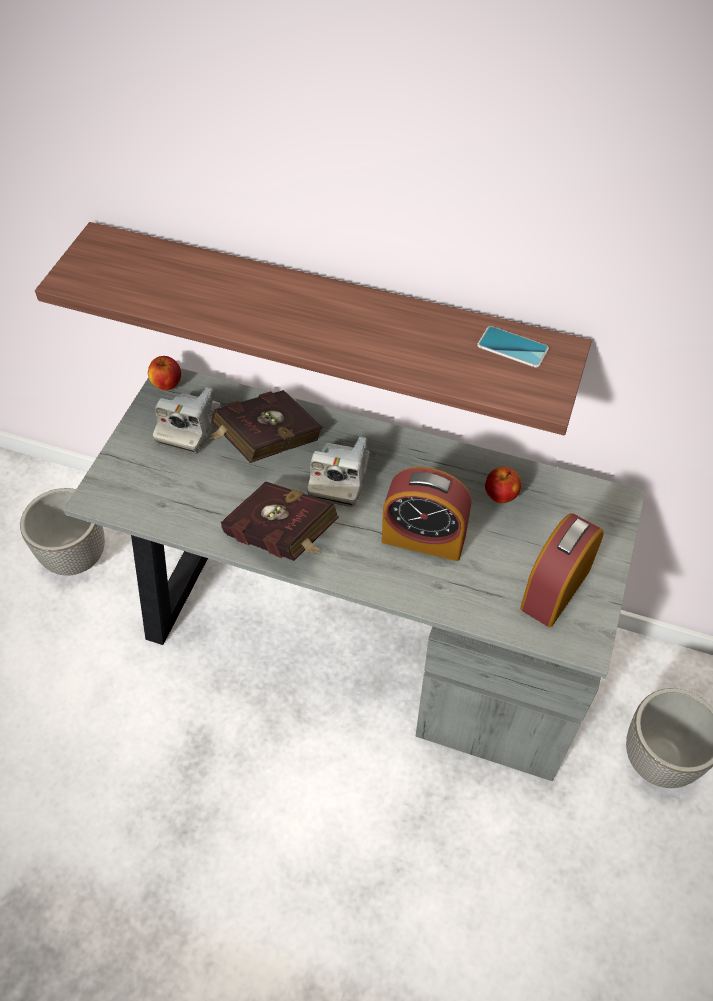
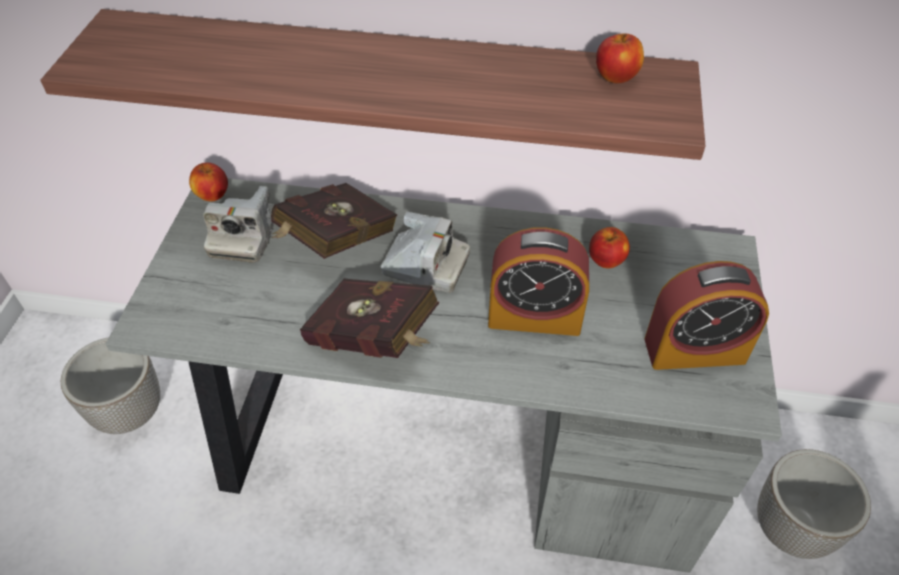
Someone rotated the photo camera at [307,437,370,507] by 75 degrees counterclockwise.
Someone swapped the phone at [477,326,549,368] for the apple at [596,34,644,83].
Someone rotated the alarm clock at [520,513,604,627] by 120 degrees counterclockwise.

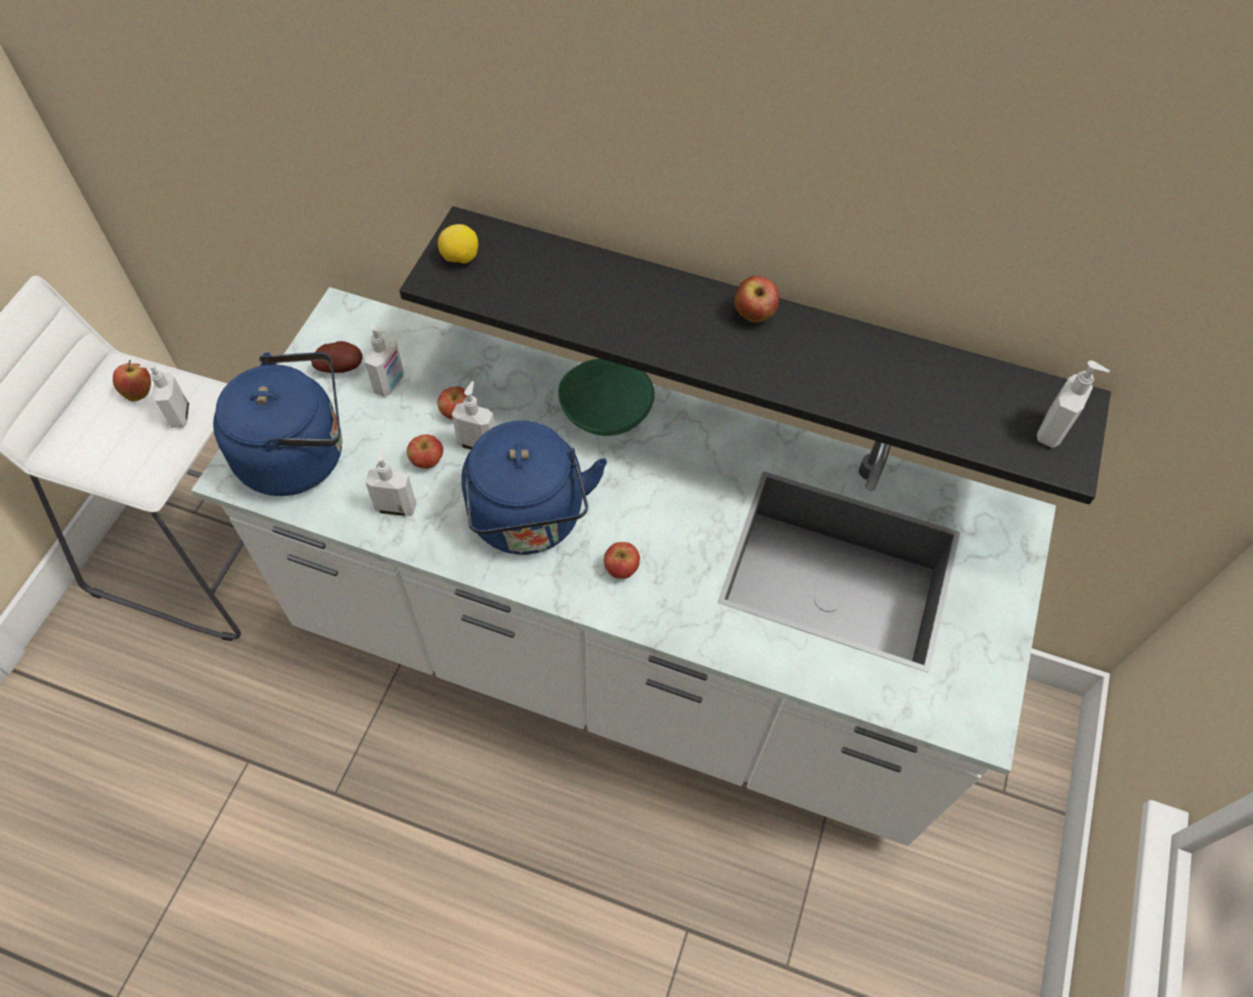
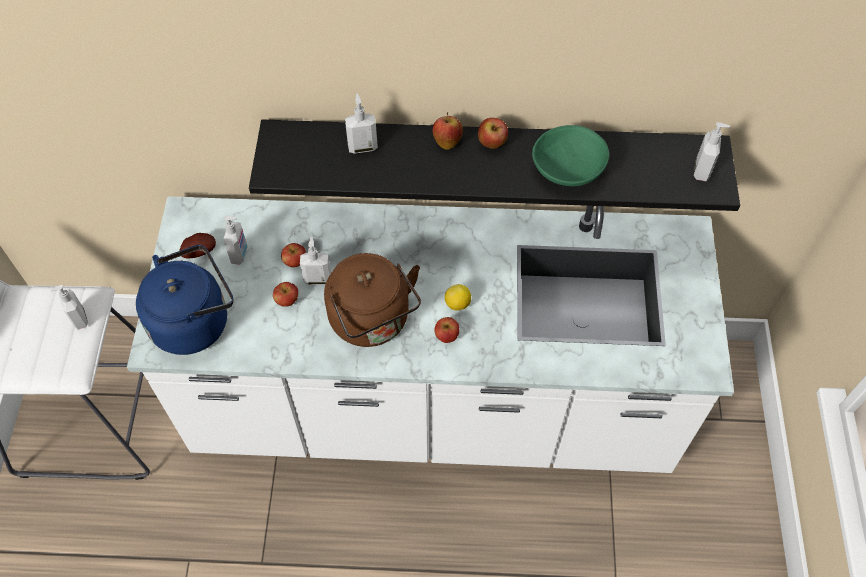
Someone repainted the kettle/blue at [462,421,607,555], which became the kettle/brown at [324,253,421,347].
Someone carried the soap dispenser from [365,446,416,517] to [345,94,378,154].
Someone carried the apple from [113,360,151,401] to [433,112,463,150].
Someone carried the lemon from [438,224,478,263] to [445,284,471,310].
Someone carried the bowl/green from [558,358,655,436] to [532,125,609,187].

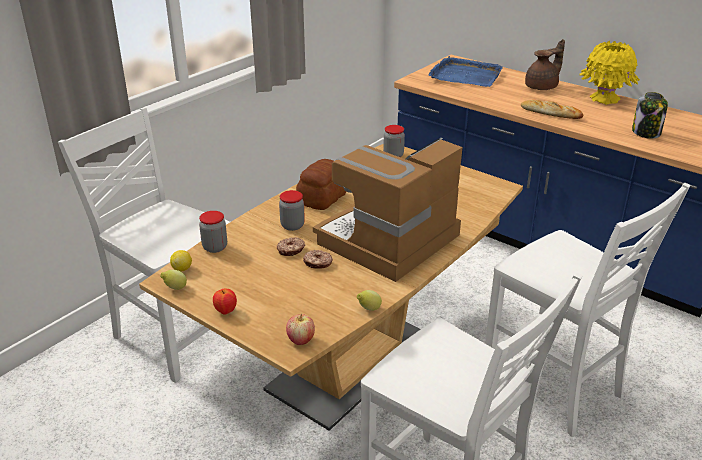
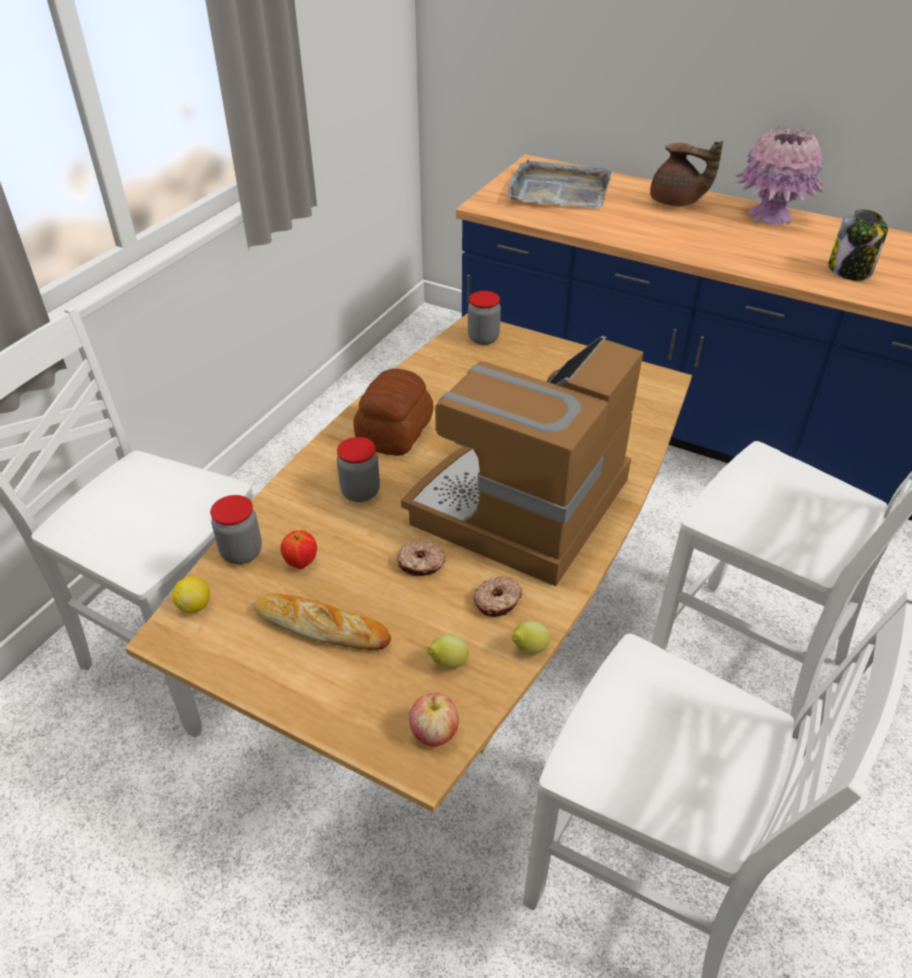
Someone carried the bread from [521,100,583,119] to [254,594,391,650].
Someone carried the apple from [213,289,237,315] to [280,530,317,569].
Someone carried the lemon from [160,270,187,290] to [427,635,469,669].
Someone carried the donut from [277,237,305,256] to [474,576,522,617].
Someone repainted the tray/blue at [429,56,503,87], which became the tray/grey at [507,159,611,208].
Someone rotated the teapot/brown at [525,39,565,90] by 75 degrees clockwise.
Someone repainted the vase/yellow at [579,40,640,105], which became the vase/pink at [735,126,824,226].

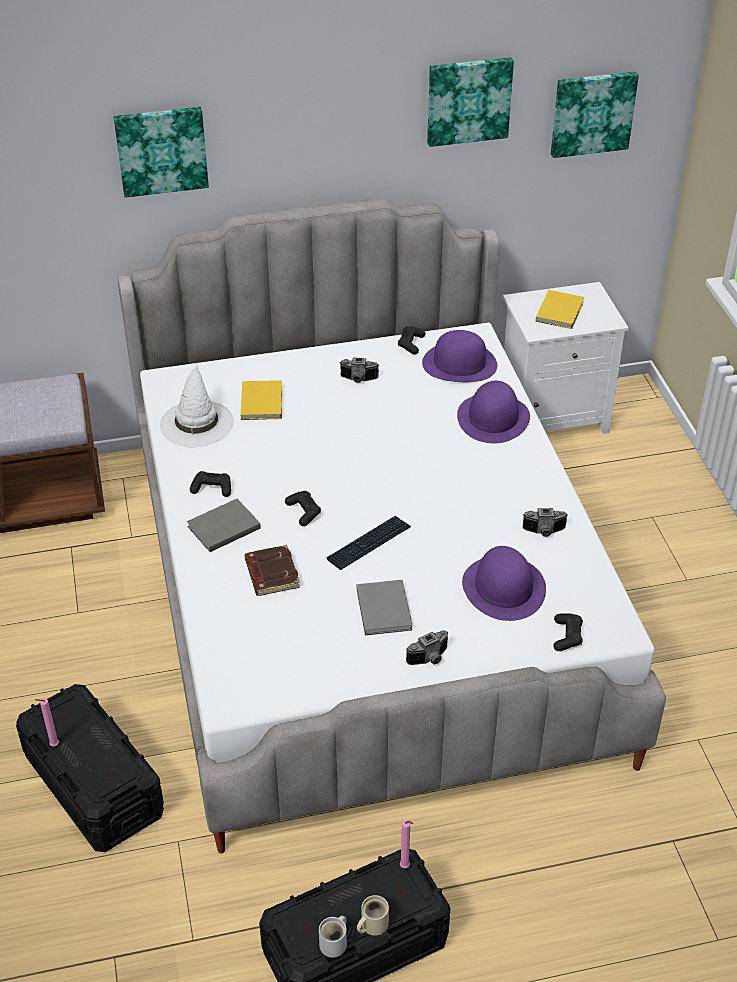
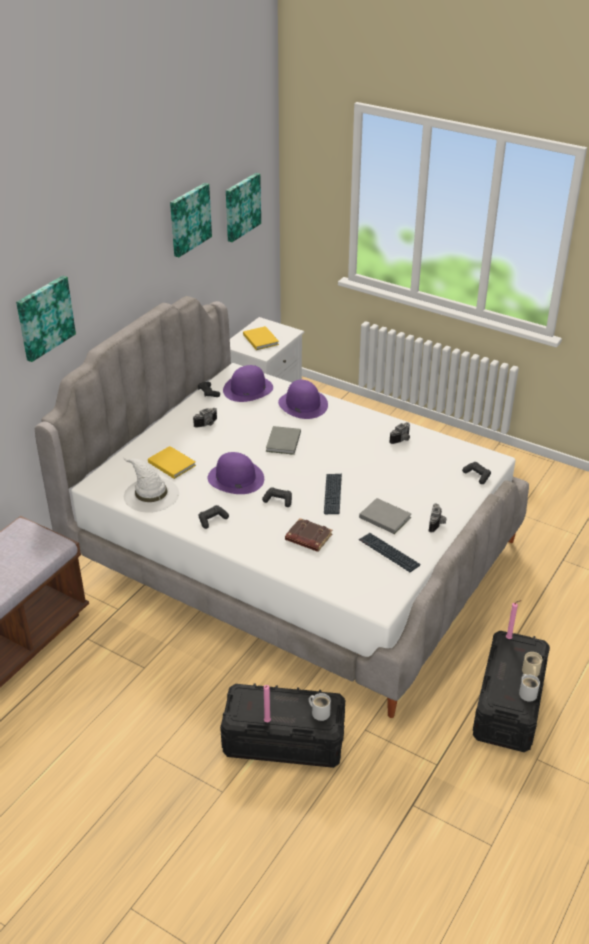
Someone carried the hat/purple from [462,546,546,621] to [208,452,264,494].
Someone carried the book/grey from [187,499,261,552] to [266,426,301,455].
Someone put down the mug/white at [309,693,331,721].
Someone put down the keyboard at [359,533,420,572].

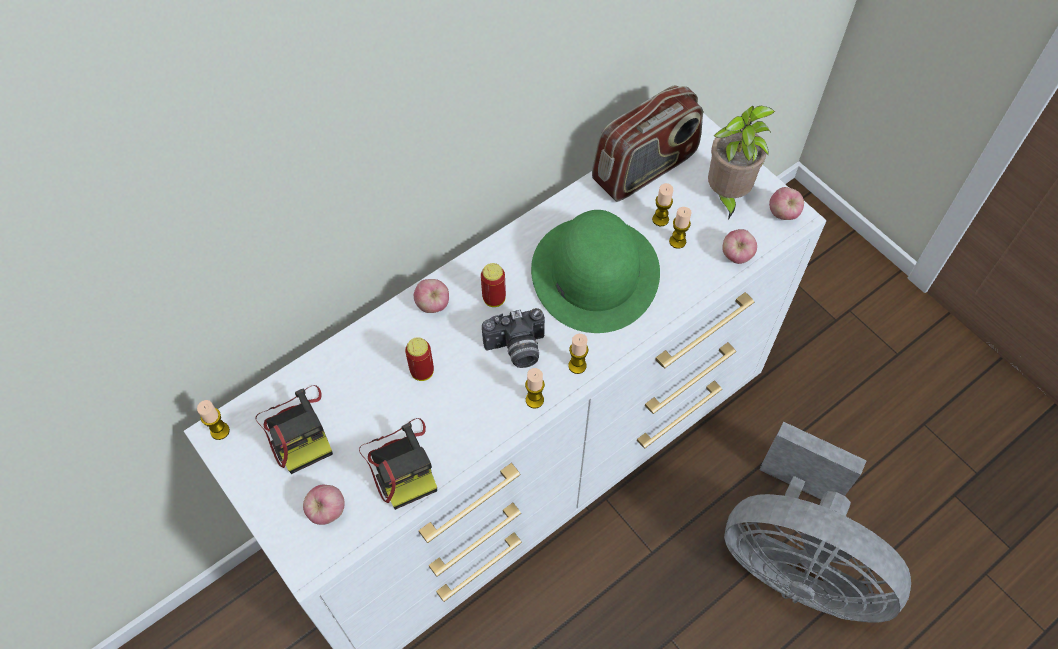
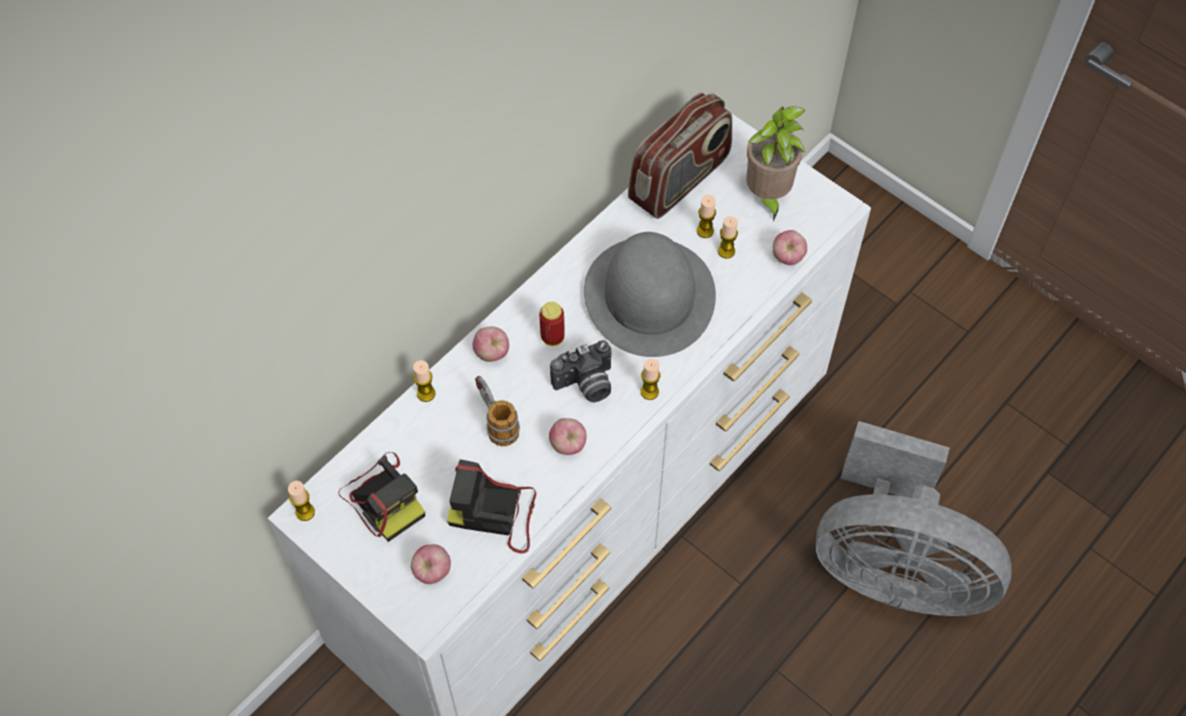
Someone carried the candle from [525,368,545,408] to [413,360,435,402].
Someone rotated the photo camera at [359,418,437,510] by 135 degrees clockwise.
Someone swapped the can at [405,337,434,381] for the mug at [475,376,520,446].
Someone carried the apple from [769,187,804,220] to [549,418,587,455].
Someone repainted the hat/green at [531,210,660,333], which became the hat/grey at [584,232,716,357].

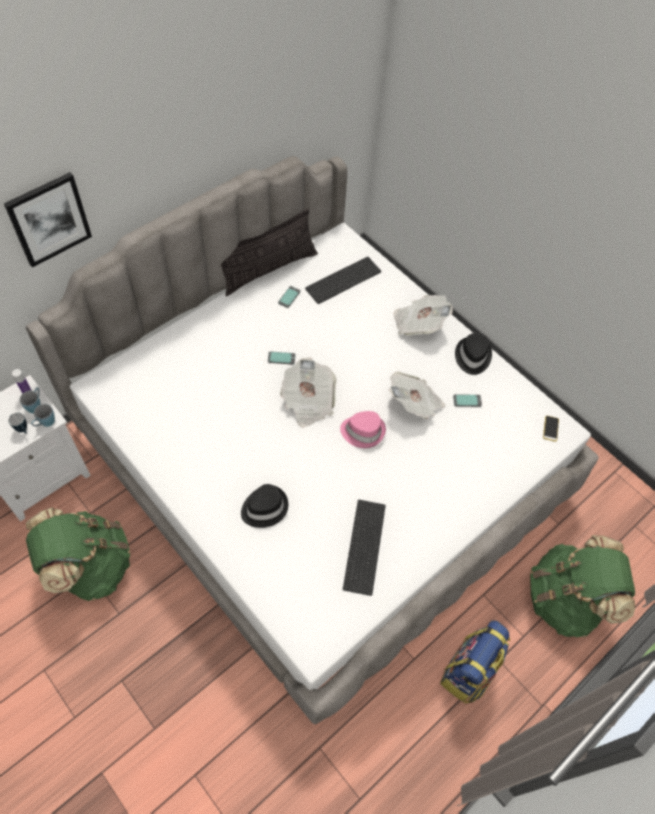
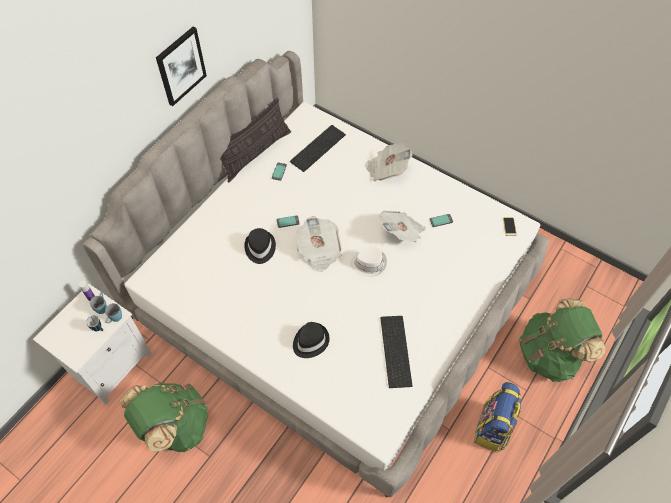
Someone carried the picture from [4,172,92,268] to [156,27,207,106].
Someone carried the hat/black from [455,333,492,375] to [244,228,276,264].
Someone repainted the hat/pink at [340,411,386,448], which became the hat/white at [350,246,387,277].

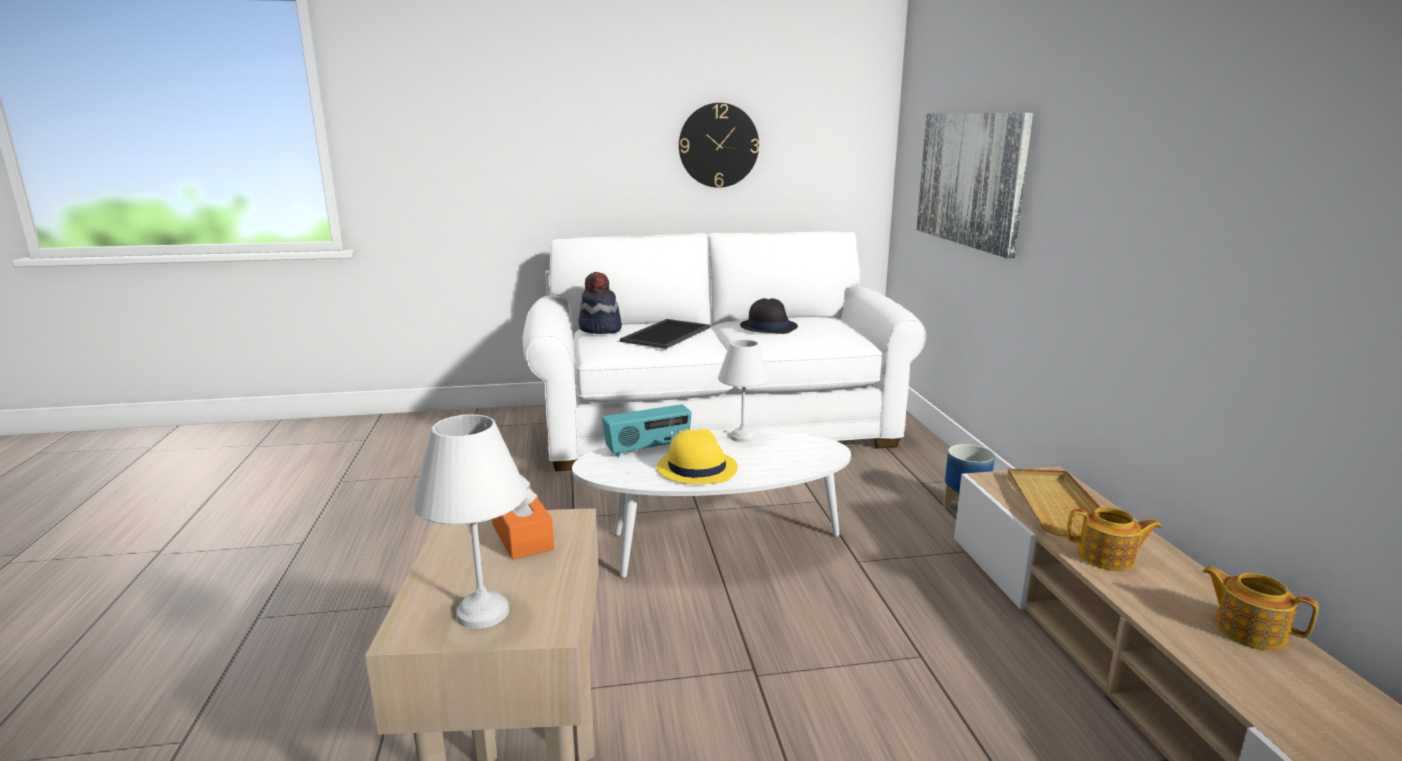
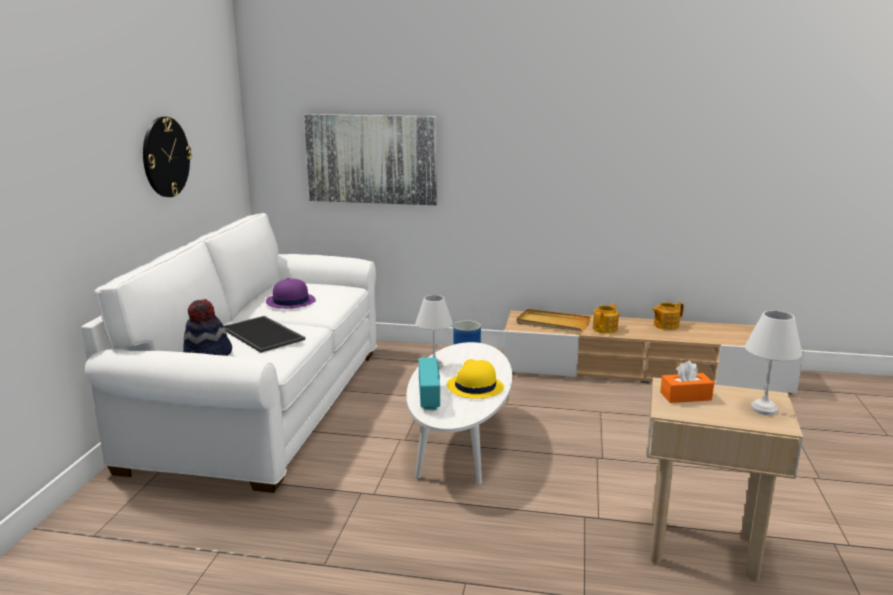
Someone repainted the hat/black at [740,298,798,334], which became the hat/purple at [266,278,316,309].

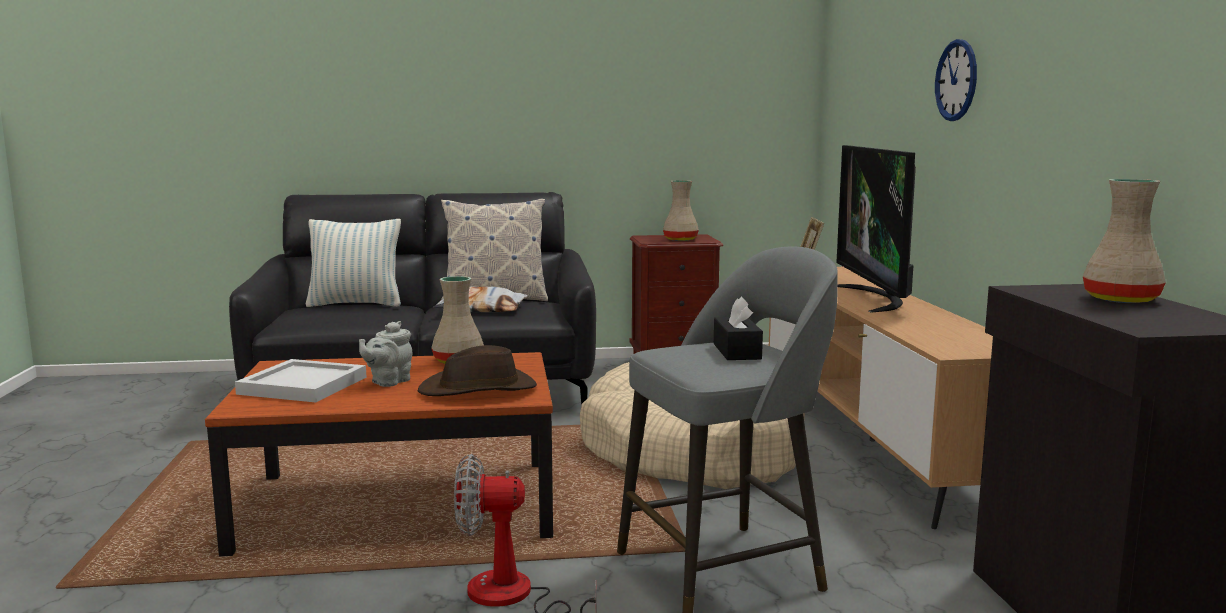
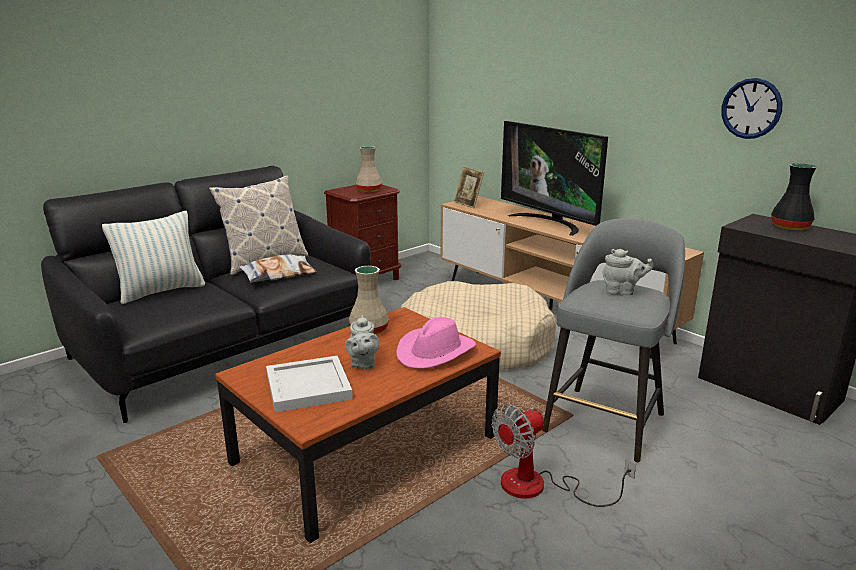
Someone repainted the hat/brown at [418,345,537,396], which became the hat/pink at [396,317,476,369].
Someone swapped the tissue box/black at [714,297,763,360] for the teapot/grey at [602,249,654,295].
Someone carried the wall clock from [935,39,977,121] to [721,78,782,139].
Someone repainted the vase/beige at [1083,179,1166,303], which became the vase/black at [771,163,816,230].

